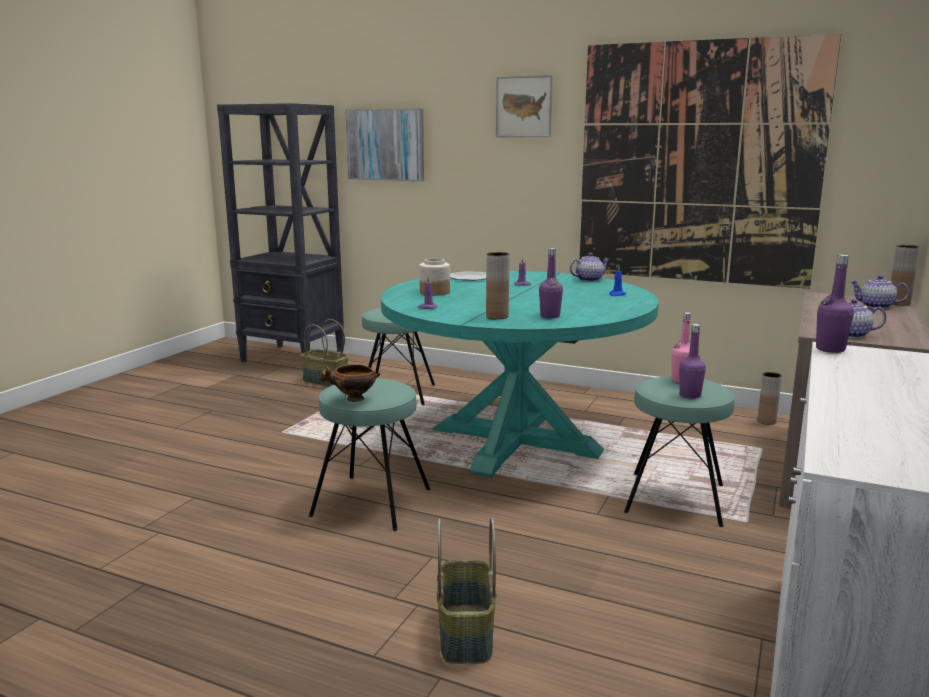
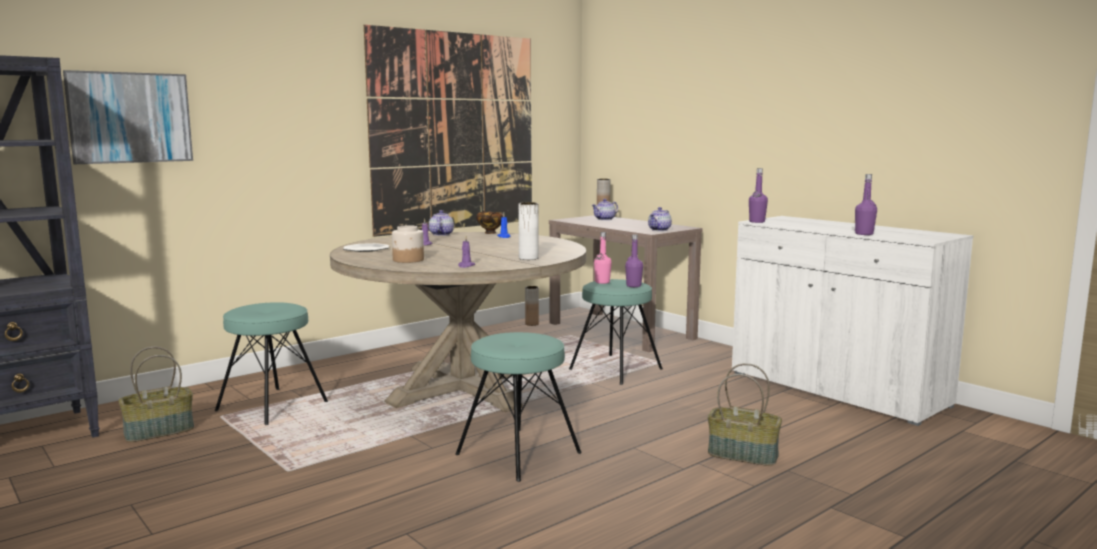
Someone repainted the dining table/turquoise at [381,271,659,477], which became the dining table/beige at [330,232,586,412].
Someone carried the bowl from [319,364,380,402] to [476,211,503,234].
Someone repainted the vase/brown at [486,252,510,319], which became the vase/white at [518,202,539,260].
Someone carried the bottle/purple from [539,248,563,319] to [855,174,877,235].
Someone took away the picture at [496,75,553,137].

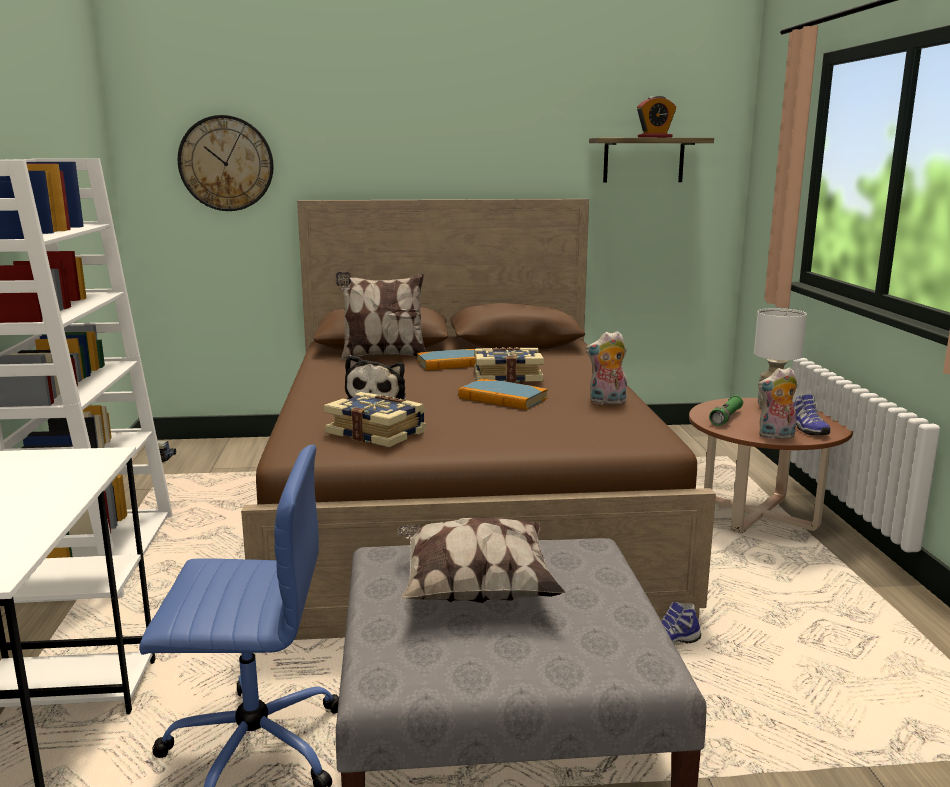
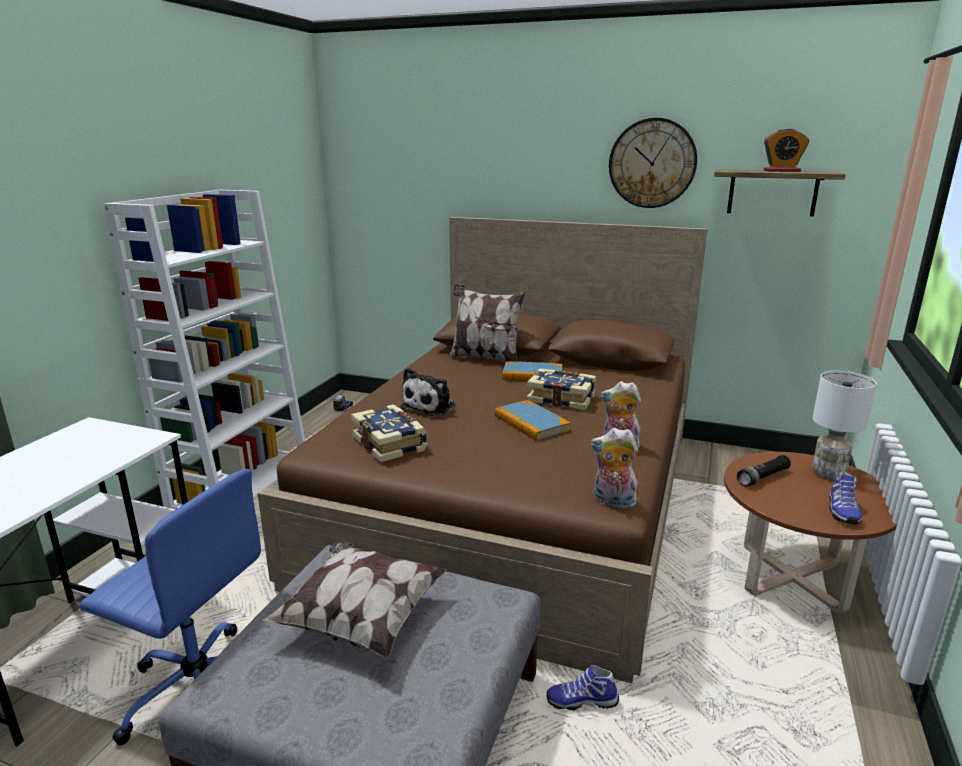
Someone carried the plush toy from [758,367,798,439] to [591,428,638,509].
Someone carried the wall clock from [178,115,274,211] to [609,118,697,208].
Someone repainted the flashlight/green at [709,396,743,426], which became the flashlight/black at [737,455,791,486].

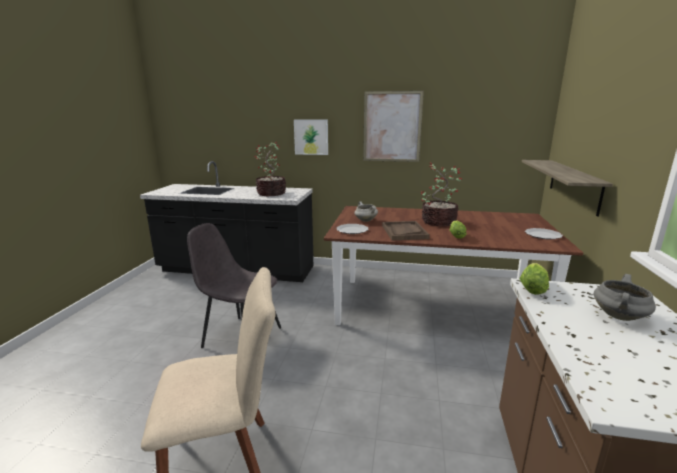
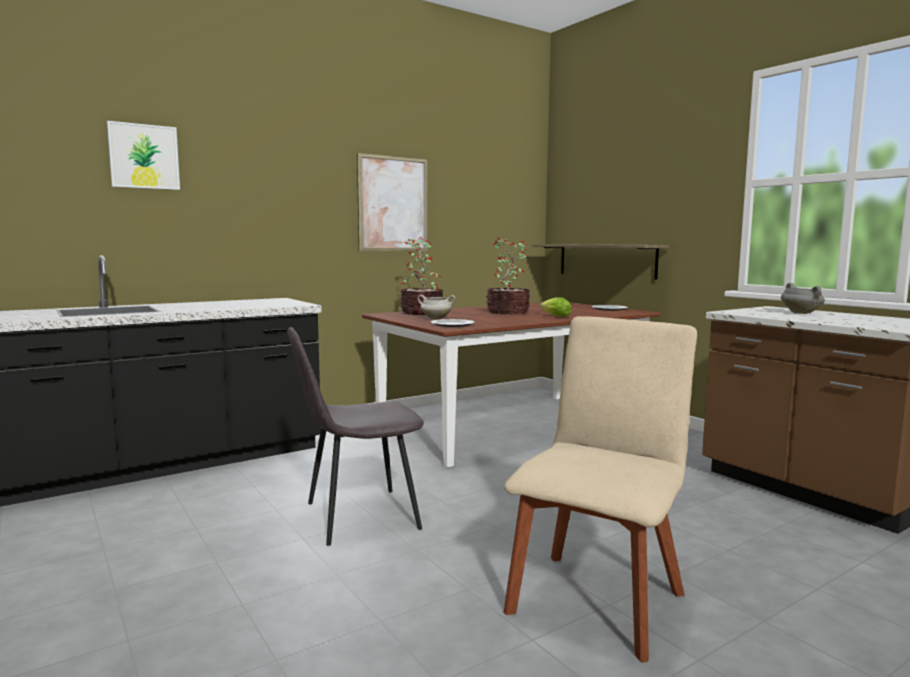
Someone carried the picture from [294,119,328,155] to [107,121,180,190].
Someone carried the potted plant from [255,142,286,196] to [400,237,443,315].
Someone took away the tray/brown at [382,221,430,240].
Someone took away the lettuce at [520,263,549,295].

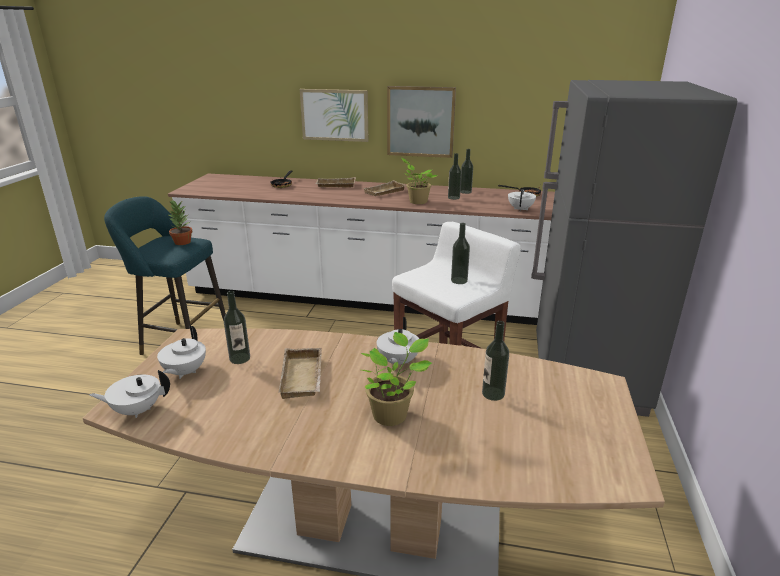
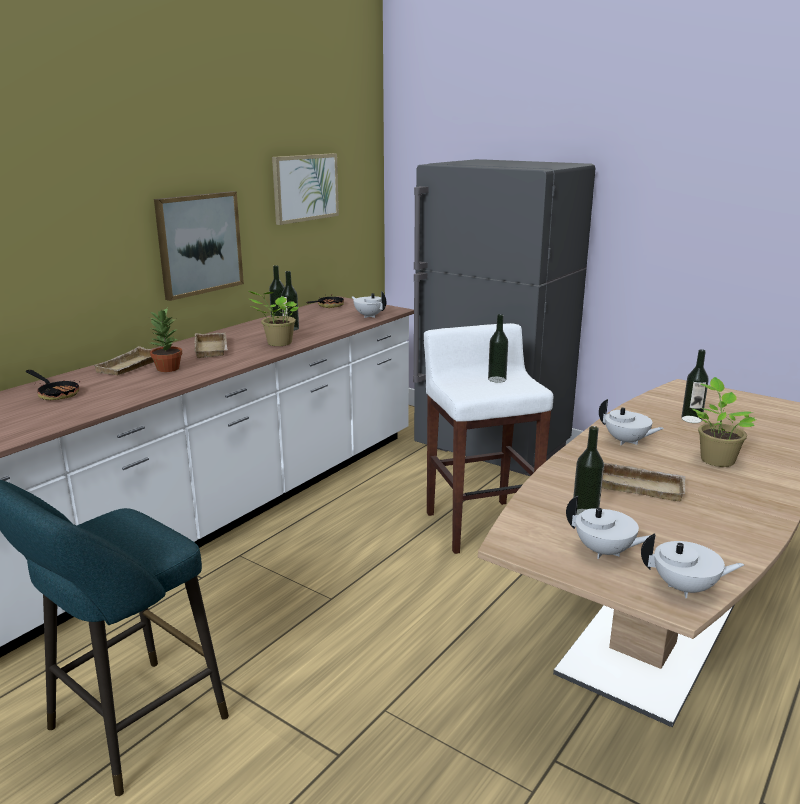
Someone carried the potted plant from [167,199,192,245] to [150,308,182,372].
Someone carried the picture from [300,89,368,142] to [272,153,339,225].
Someone rotated the teapot/white at [90,370,170,418] by 90 degrees counterclockwise.

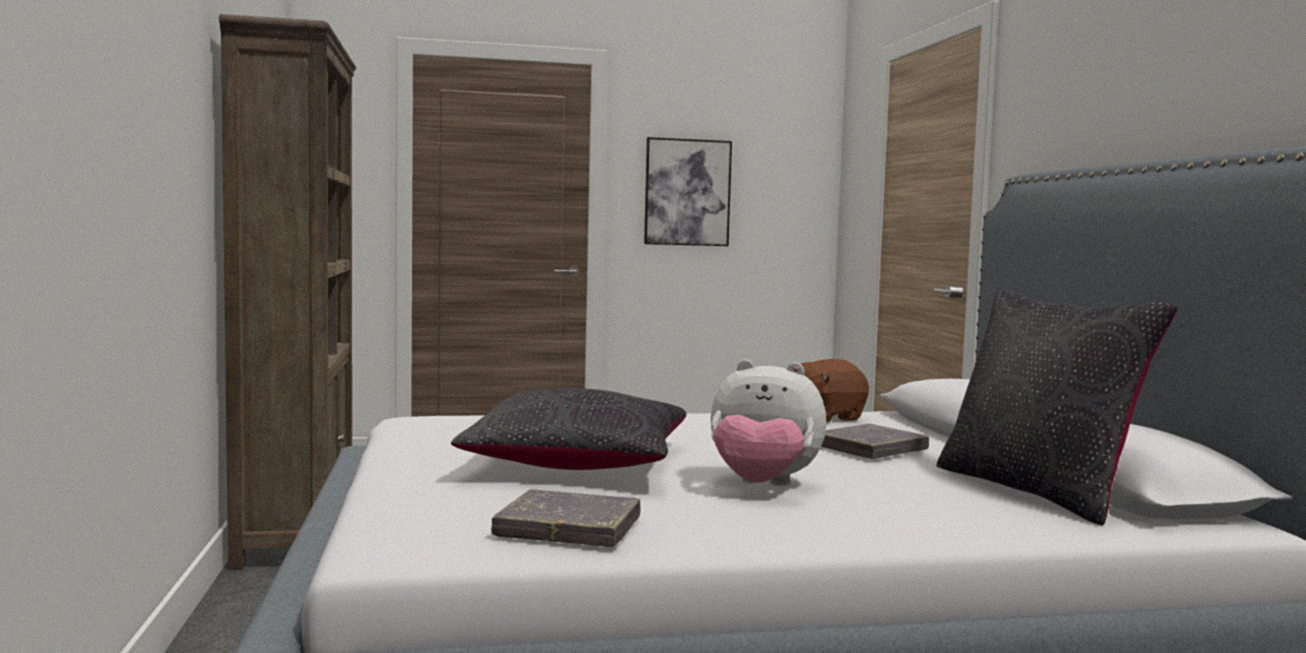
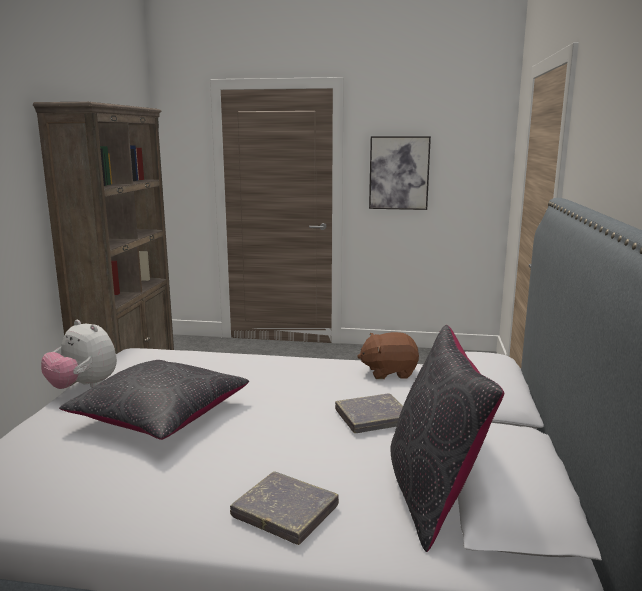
Someone carried the plush toy from [711,359,826,486] to [41,320,117,389].
Someone carried the book/grey from [491,490,640,547] to [230,471,339,545].

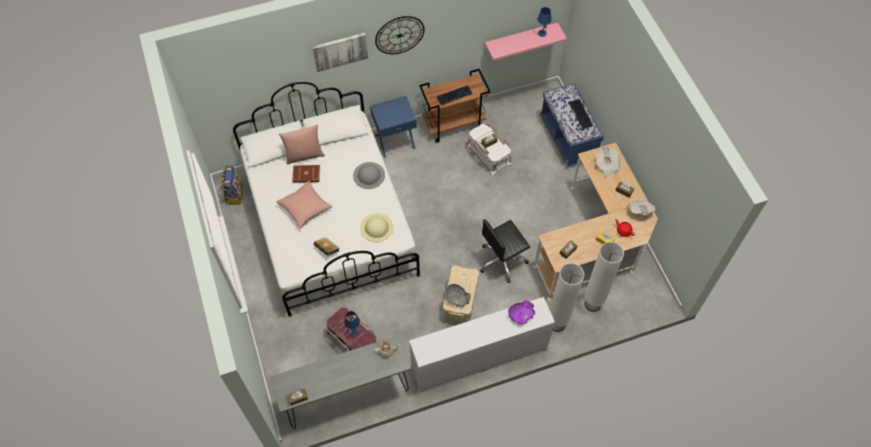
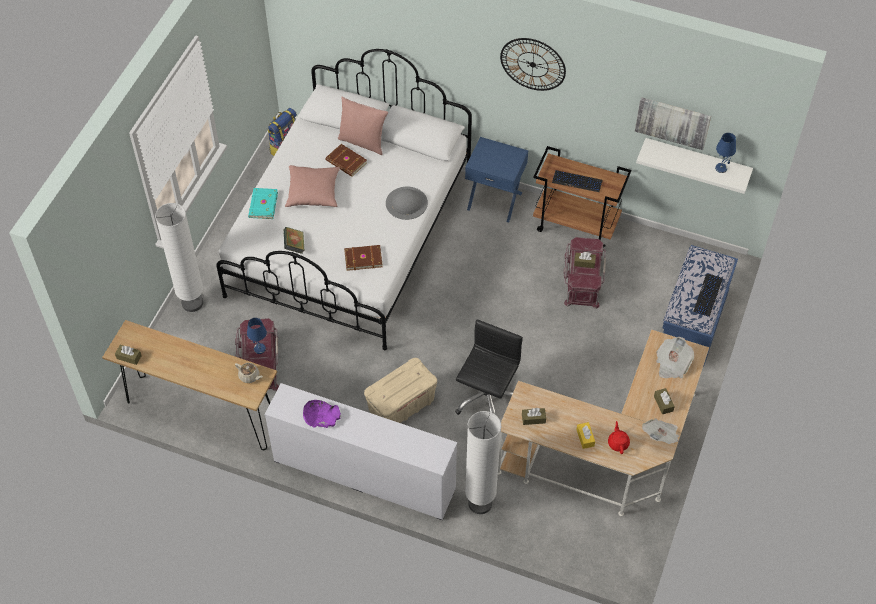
Someone repainted the console table/grey at [271,335,411,429], which became the console table/brown at [102,320,277,450].
Someone carried the floor lamp/white from [585,242,624,312] to [155,203,203,312].
Someone put down the book/turquoise at [248,188,278,219].
Someone carried the bowl/purple from [508,300,535,324] to [303,400,341,428].
Someone swapped the hat/beige at [360,213,393,242] for the book/brown at [344,245,383,271].
Someone rotated the office chair/black at [480,219,530,283] by 105 degrees clockwise.
Someone repainted the storage box/white at [467,123,511,175], which became the storage box/red at [564,237,606,309].
Someone carried the picture from [312,33,368,72] to [635,97,711,150].
Someone repainted the shelf/pink at [485,23,567,61], which became the shelf/white at [636,138,753,194].
Someone took away the bowl/grey at [445,284,471,307].

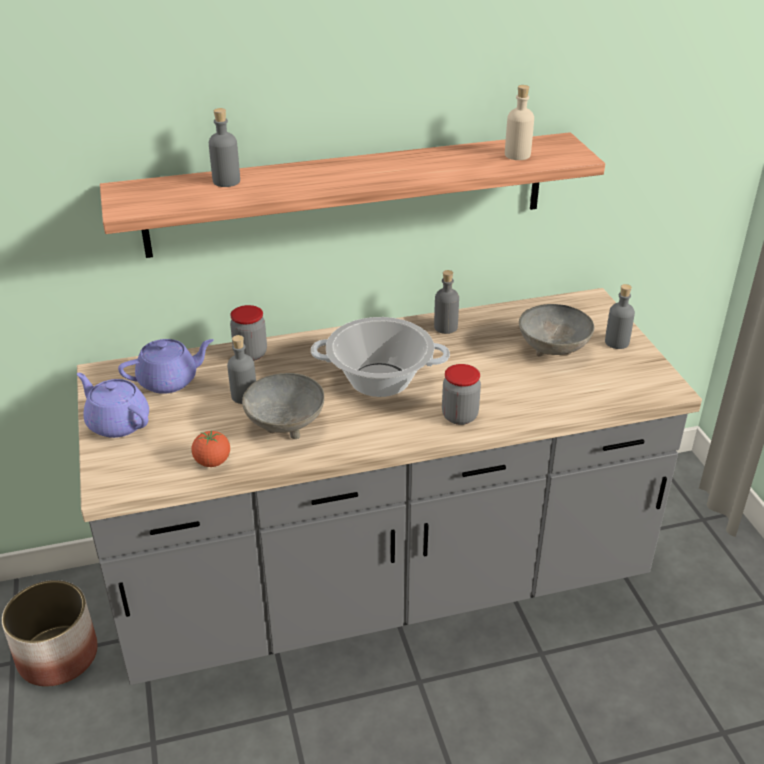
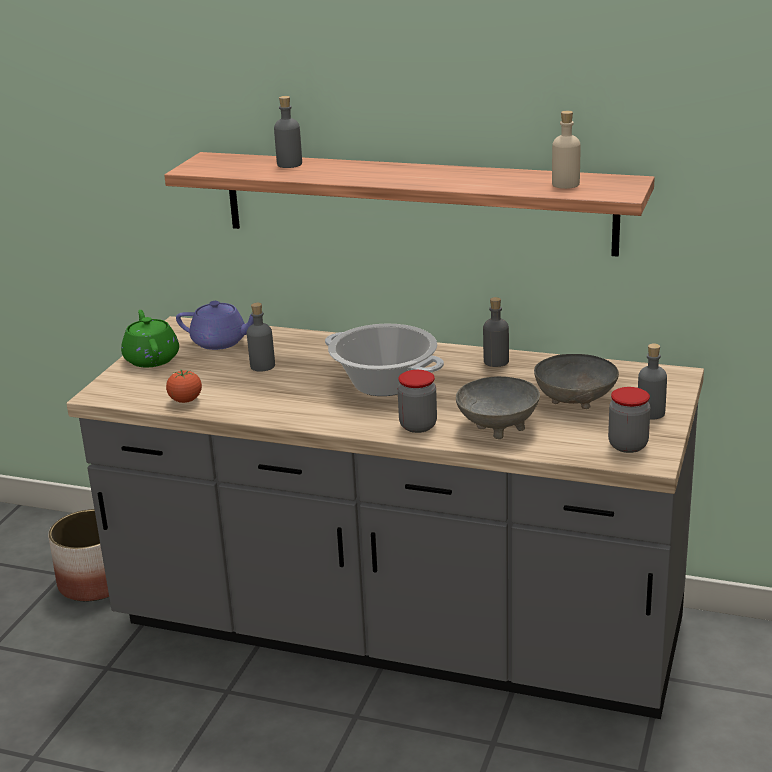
Someone repainted the teapot/purple at [77,373,149,438], which became the teapot/green at [121,310,179,368].
Someone carried the bowl/grey from [242,373,324,439] to [456,376,540,439].
Someone carried the jar from [230,305,267,361] to [608,387,650,453].

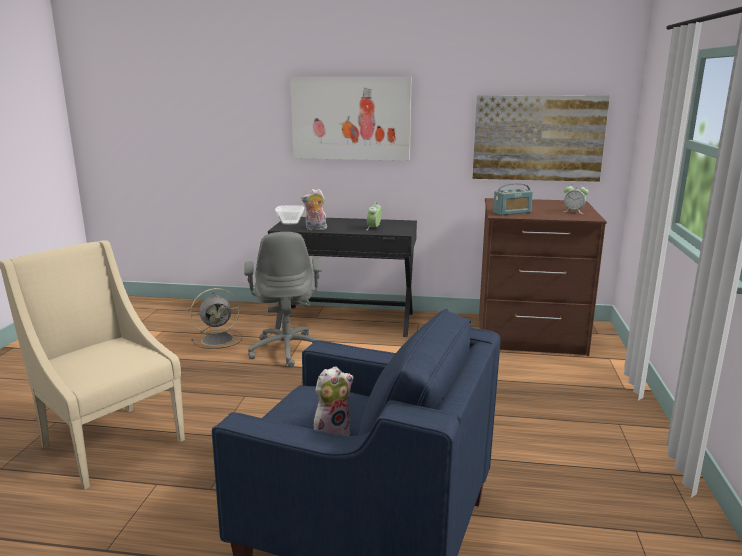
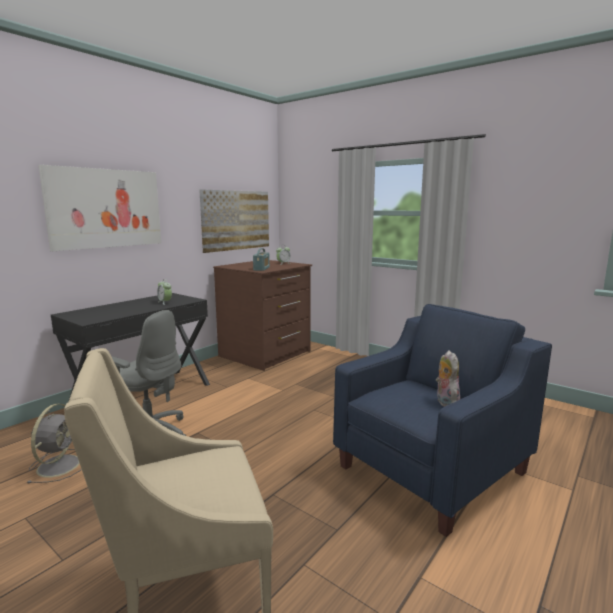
Someone took away the bowl at [275,205,304,224].
Someone took away the plush toy at [301,189,327,230].

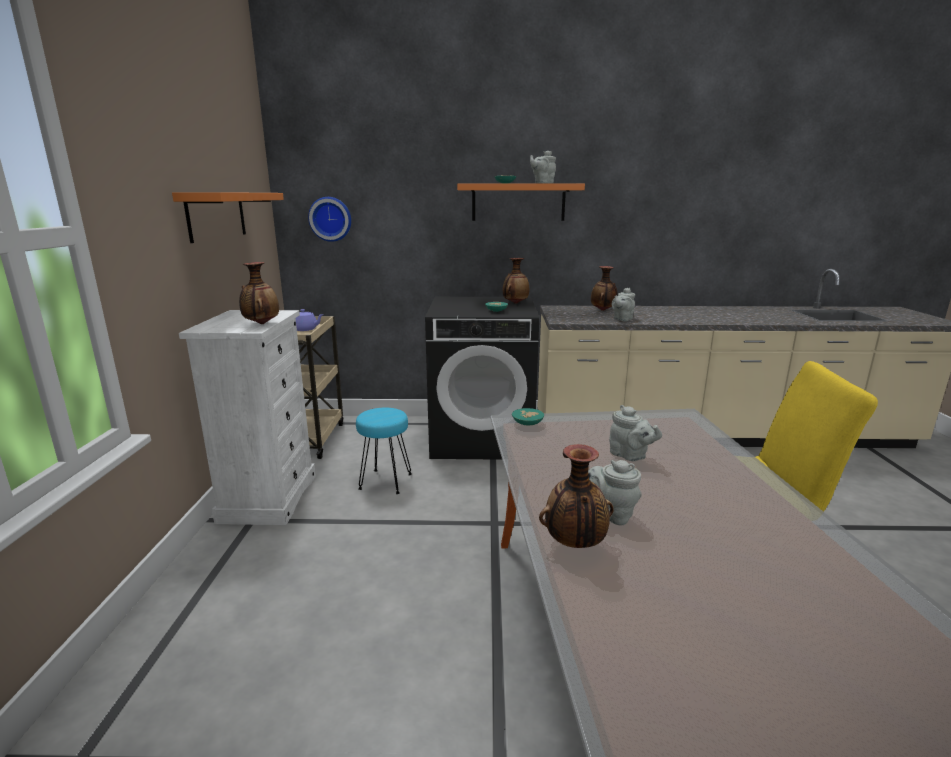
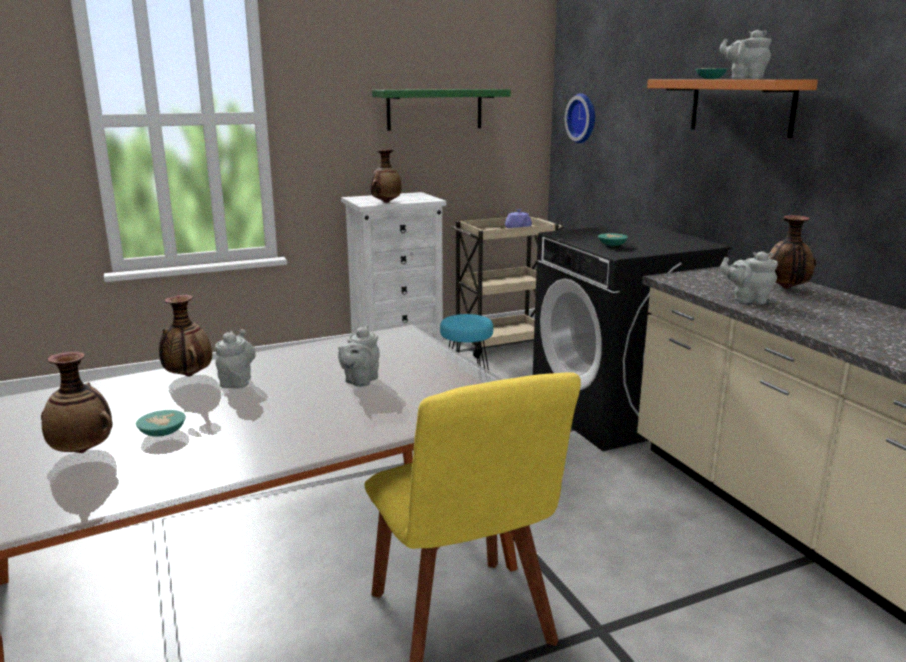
Someone carried the vase from [503,258,530,304] to [41,352,113,453].
Someone carried the bowl/turquoise from [512,408,544,426] to [136,410,186,437].
Someone repainted the shelf/orange at [172,192,284,243], which became the shelf/green at [372,89,511,131].

